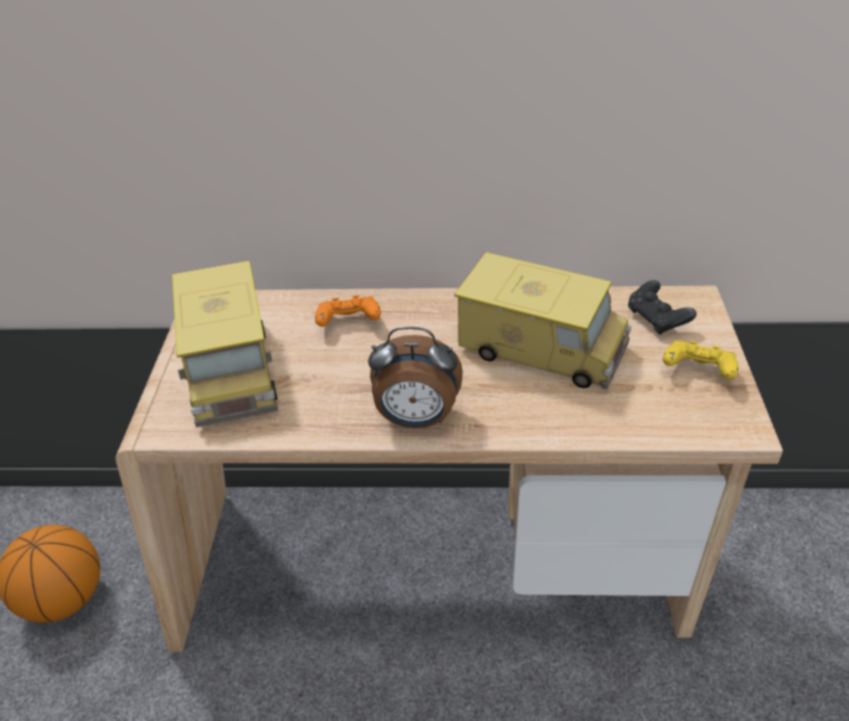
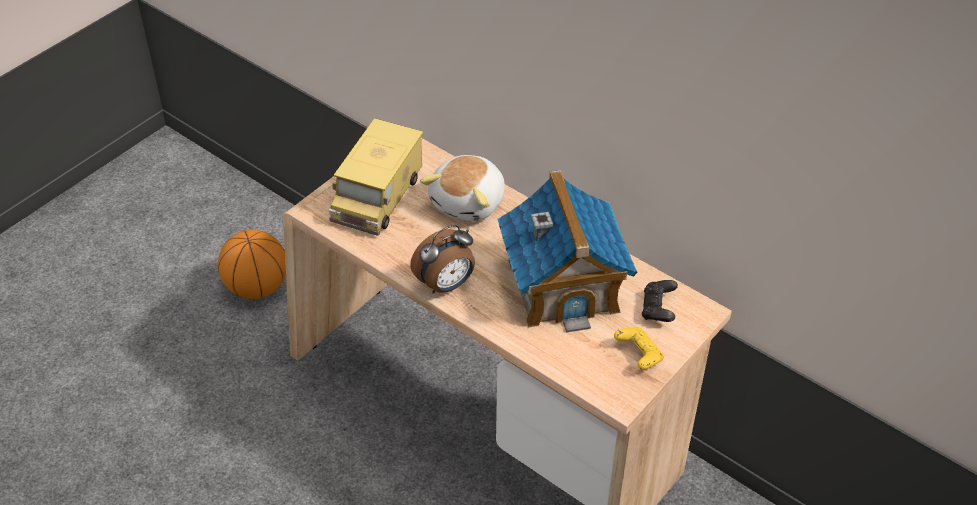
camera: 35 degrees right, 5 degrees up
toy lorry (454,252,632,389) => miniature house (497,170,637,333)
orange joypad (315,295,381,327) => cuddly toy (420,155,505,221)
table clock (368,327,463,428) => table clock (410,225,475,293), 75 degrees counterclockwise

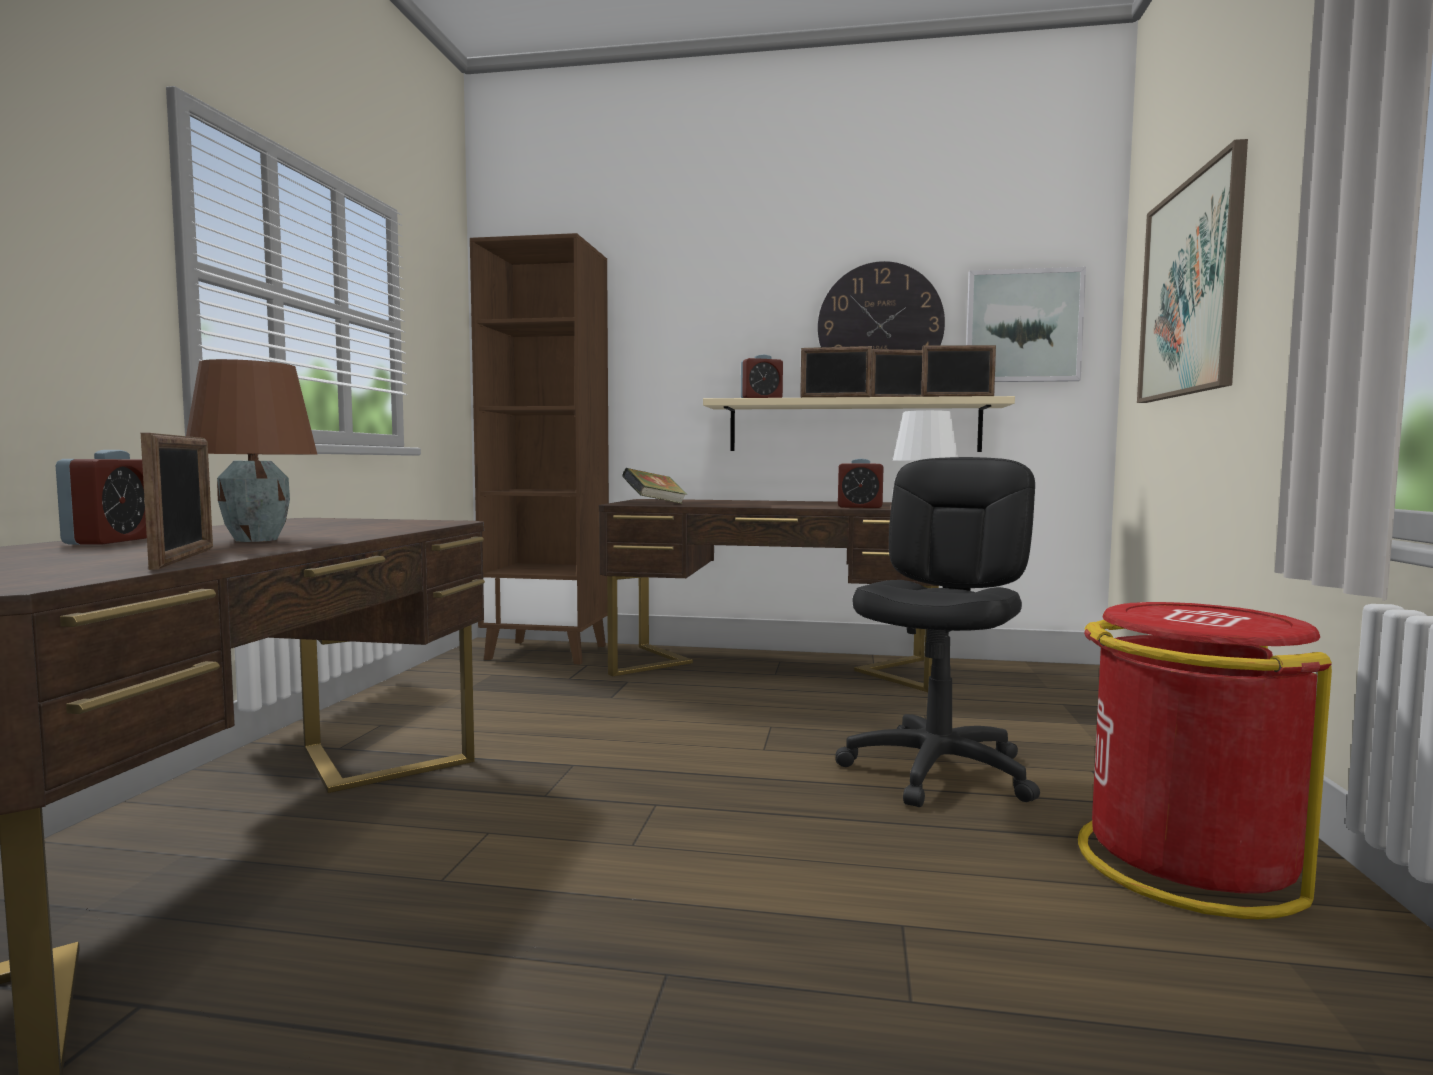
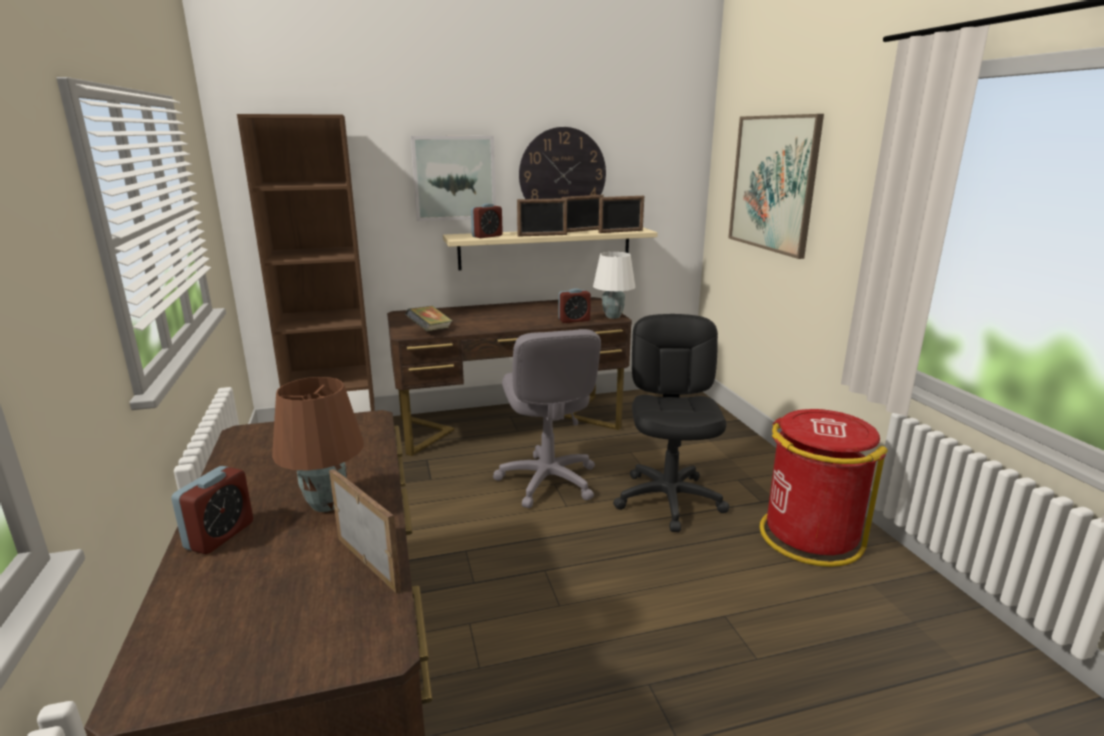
camera: 25 degrees left, 15 degrees up
wall picture (966,267,1086,382) => wall picture (411,136,496,221), relocated
table clock (56,450,147,545) => table clock (171,466,253,554), 45 degrees clockwise
nothing => gray computer chair (493,329,601,508)

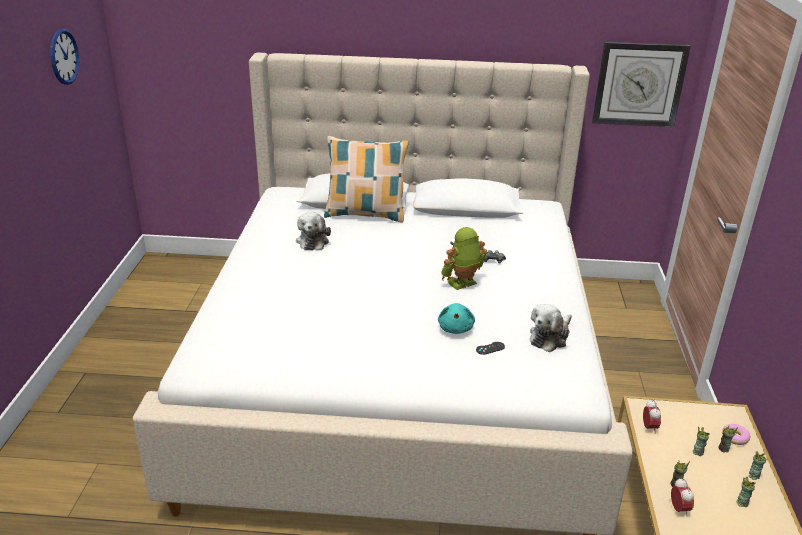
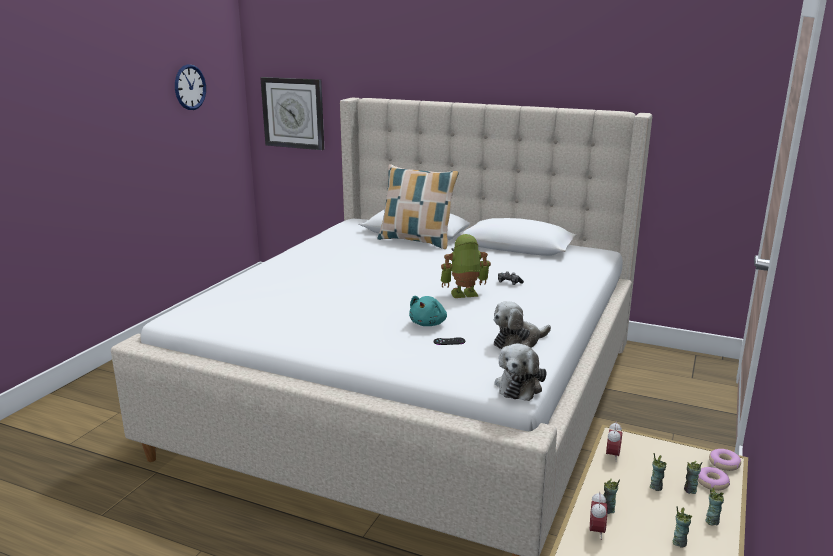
camera: 20 degrees right, 10 degrees down
wall clock (592,42,691,127) => wall clock (260,77,325,150), relocated
cuddly toy (296,212,331,250) => cuddly toy (495,344,547,401), relocated
nothing => donut (709,449,741,471)

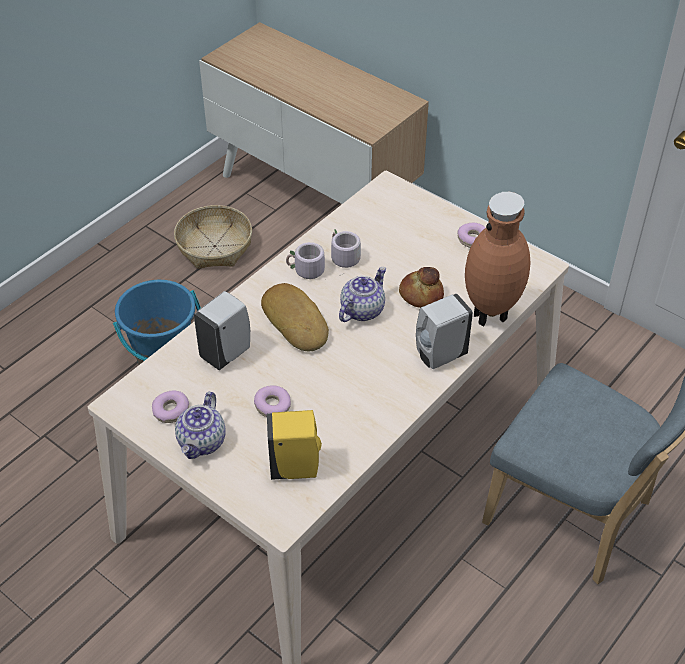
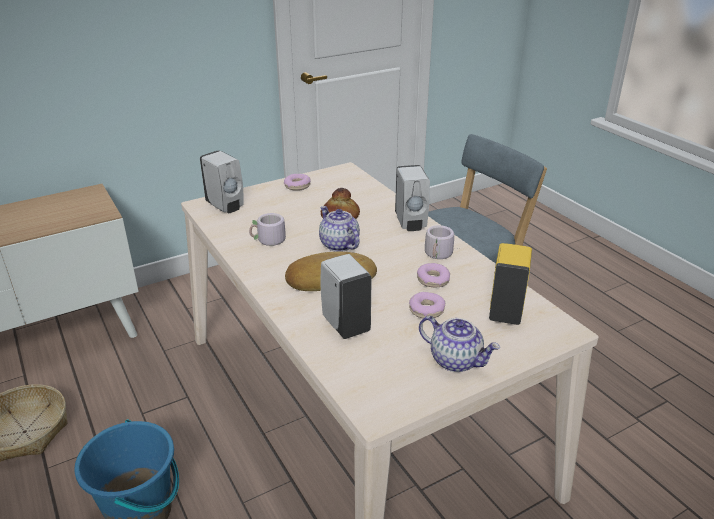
camera: 70 degrees left, 15 degrees down
brown vase (465,192,530,327) => nothing
gray tea mug (286,242,326,284) => gray tea mug (425,225,456,259), relocated
donut (152,391,189,423) => donut (417,263,450,287), relocated
nothing => white-coloured soap bottle (200,150,244,213)

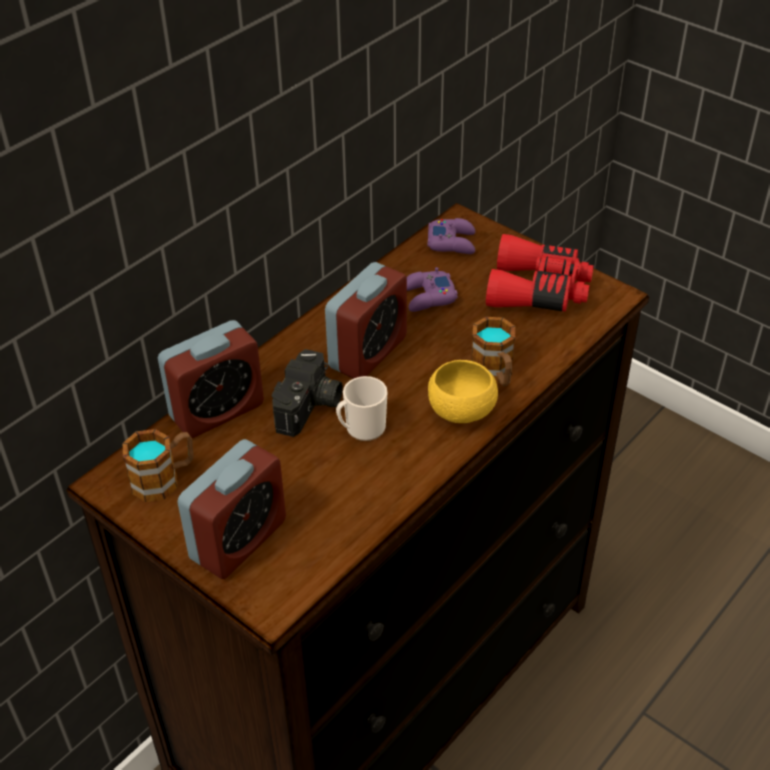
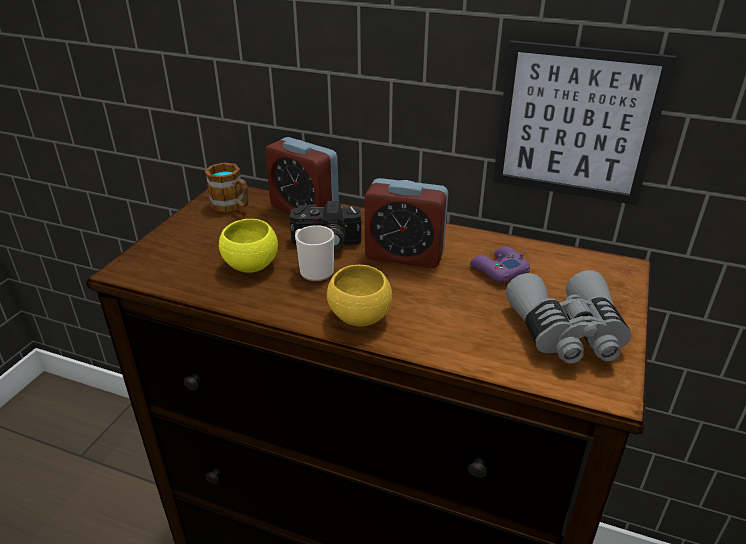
camera: 70 degrees right, 10 degrees down
purple joypad (428,218,475,254) => nothing
red-coloured binoculars (486,234,594,312) => gray binoculars (506,270,632,364)
tea mug (471,317,515,386) => nothing
table clock (177,439,286,579) => nothing
nothing => wall picture (493,40,676,205)
nothing => yellow-coloured deep dish (219,219,278,273)

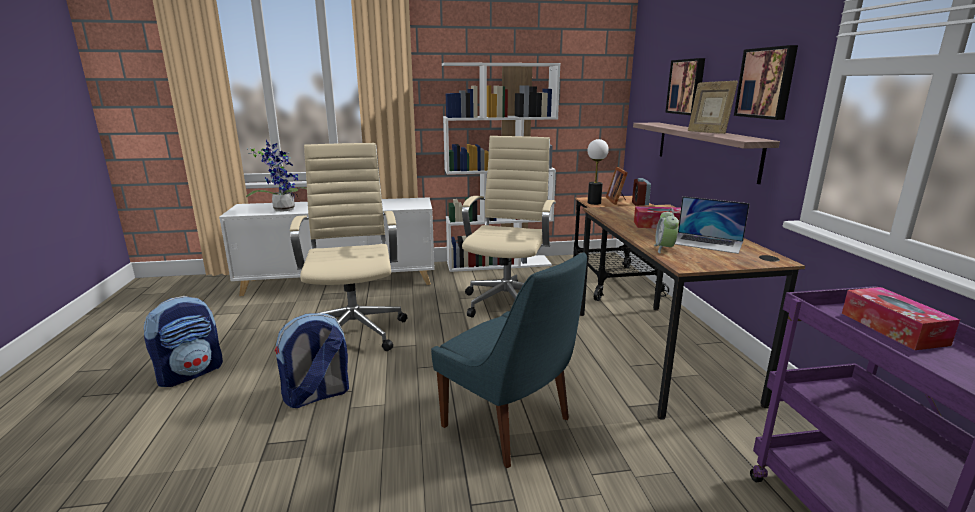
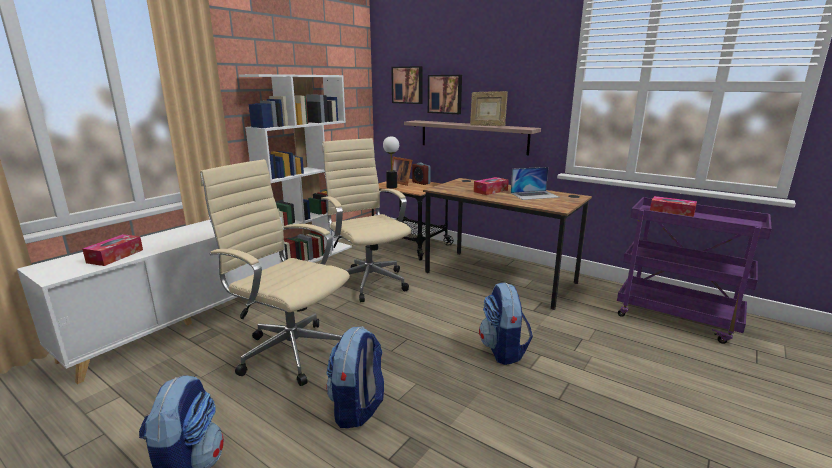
camera: 45 degrees left, 0 degrees up
wall picture (734,45,798,120) => wall picture (391,66,423,104), relocated
potted plant (246,140,307,212) => tissue holder (82,234,143,266)
table clock (654,208,679,253) => nothing
blue upright chair (431,252,587,468) => knapsack (479,282,533,365)

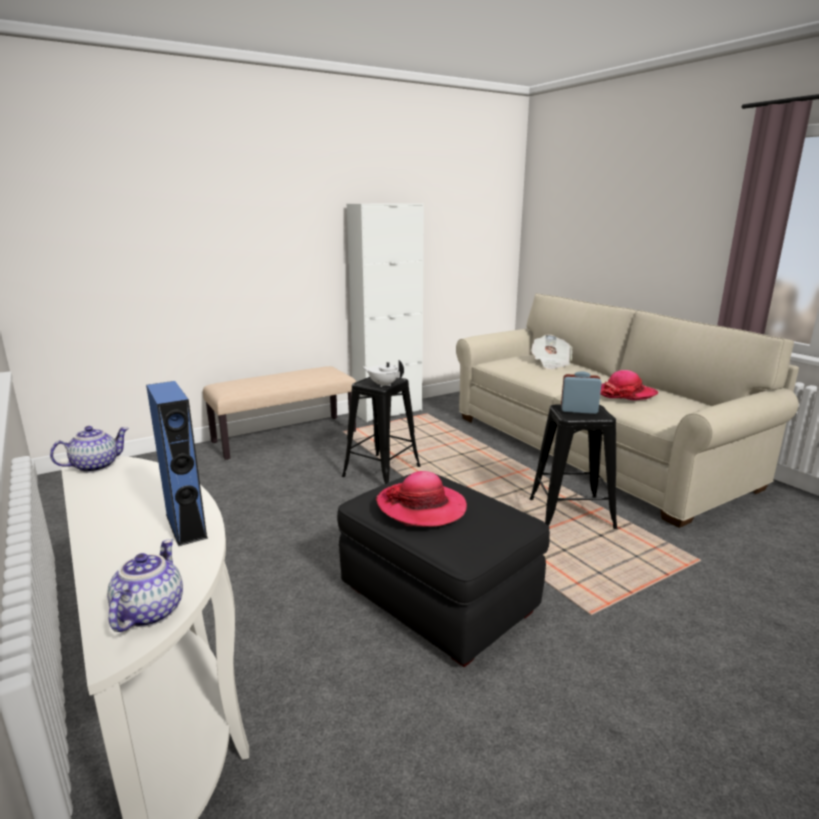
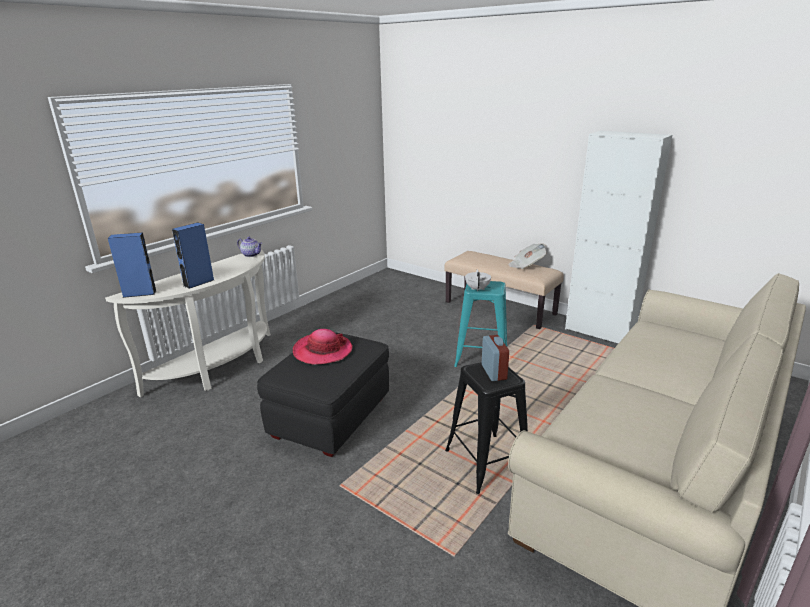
camera: 70 degrees right, 5 degrees up
daily paper (531,335,572,369) => daily paper (508,243,547,269), relocated
clothing hat (600,370,658,400) => nothing
black sitting stool (342,377,421,484) => turquoise sitting stool (454,281,507,367)
pot for tea (107,539,183,632) => blue loudspeaker (108,233,157,298)

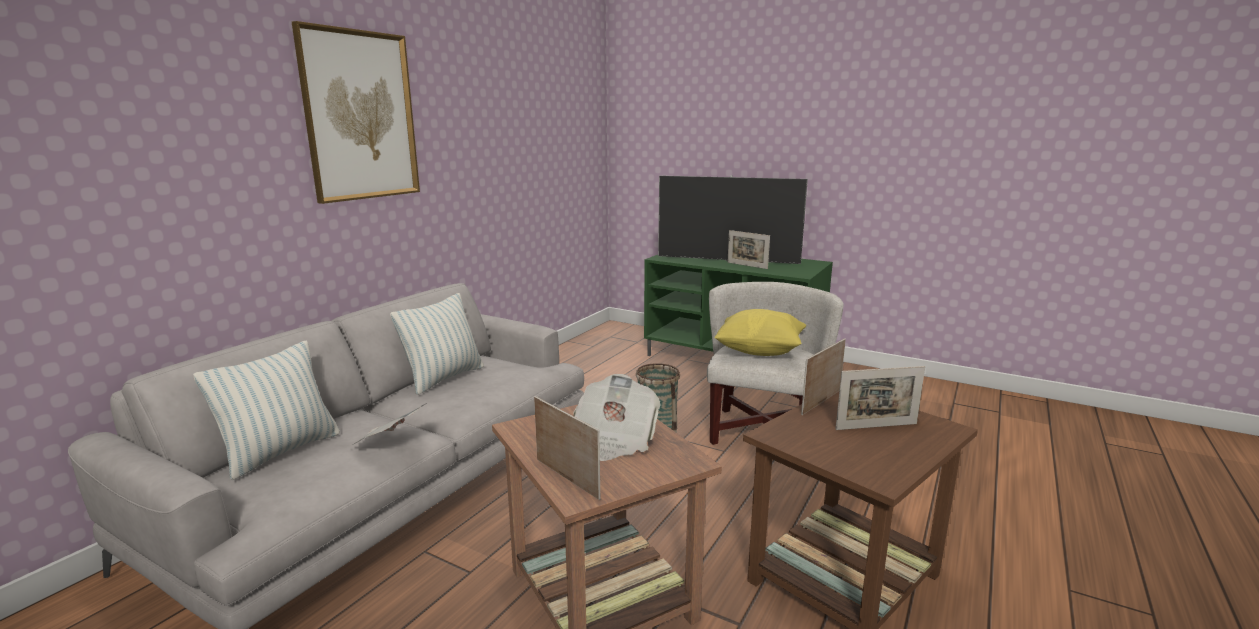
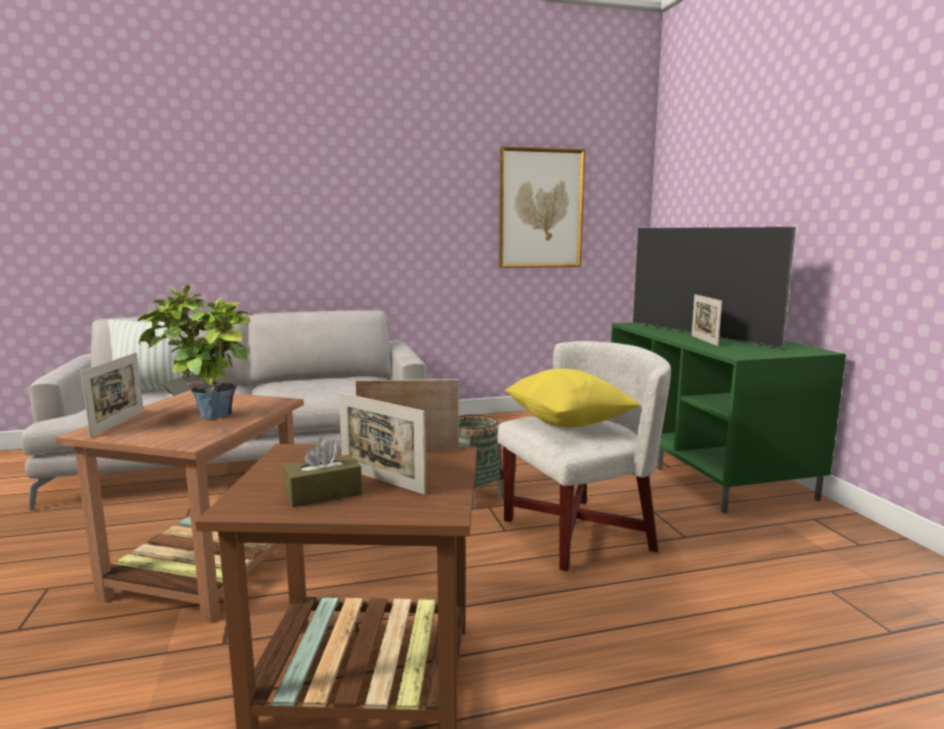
camera: 45 degrees right, 5 degrees down
wall picture (292,21,420,204) => wall picture (499,146,585,268), relocated
throw pillow (390,293,484,395) => nothing
daily paper (573,374,661,461) => potted plant (138,284,254,419)
nothing => brown tissue holder (283,438,362,507)

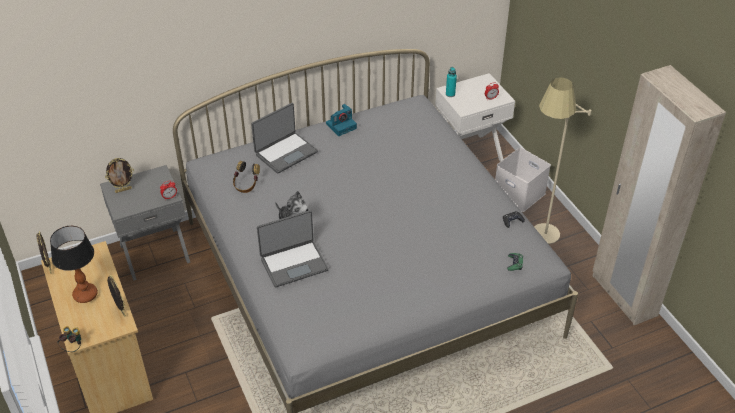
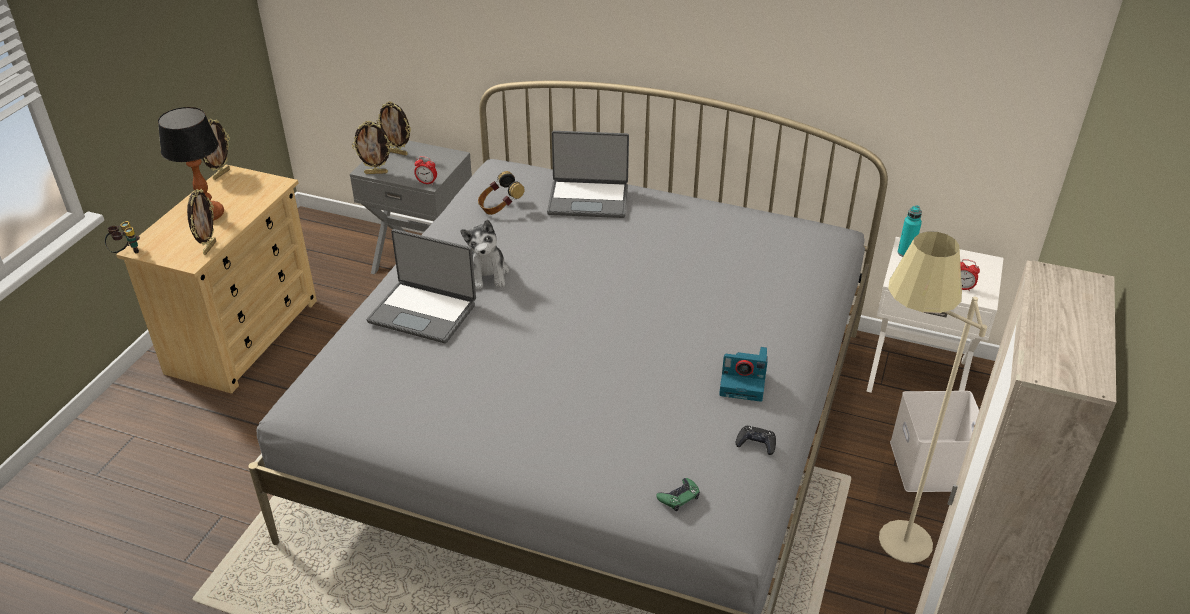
camera: 45 degrees right, 5 degrees down
still camera (326,104,357,136) => still camera (719,347,768,402), relocated
nothing => picture frame (352,120,392,174)

